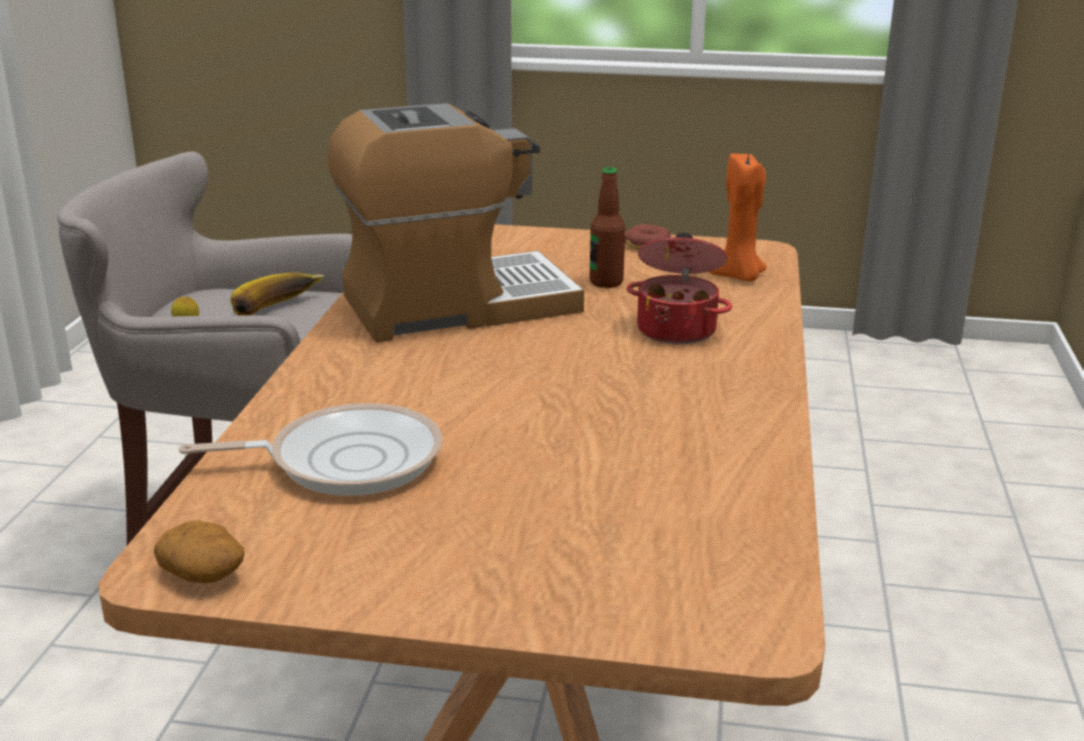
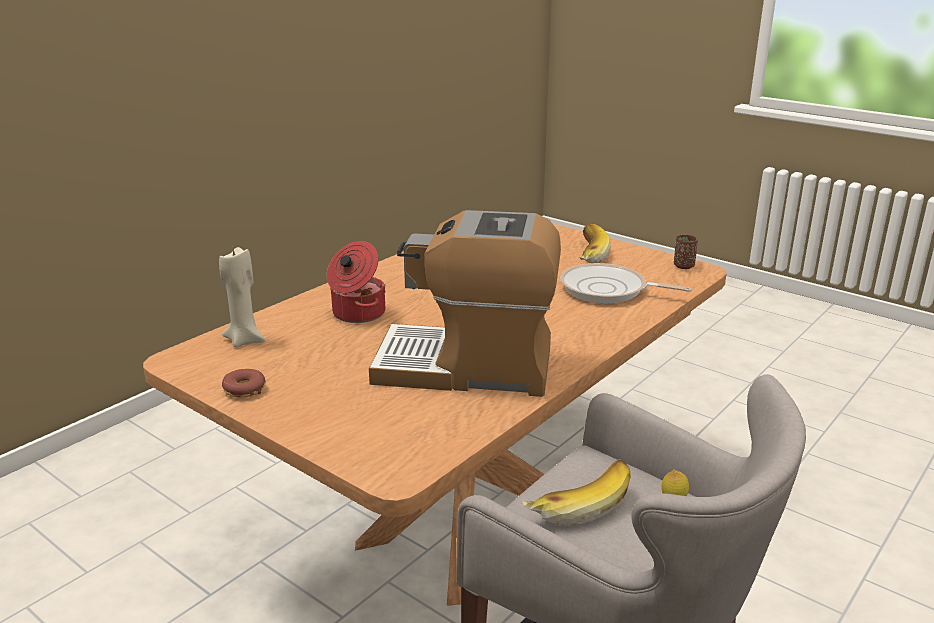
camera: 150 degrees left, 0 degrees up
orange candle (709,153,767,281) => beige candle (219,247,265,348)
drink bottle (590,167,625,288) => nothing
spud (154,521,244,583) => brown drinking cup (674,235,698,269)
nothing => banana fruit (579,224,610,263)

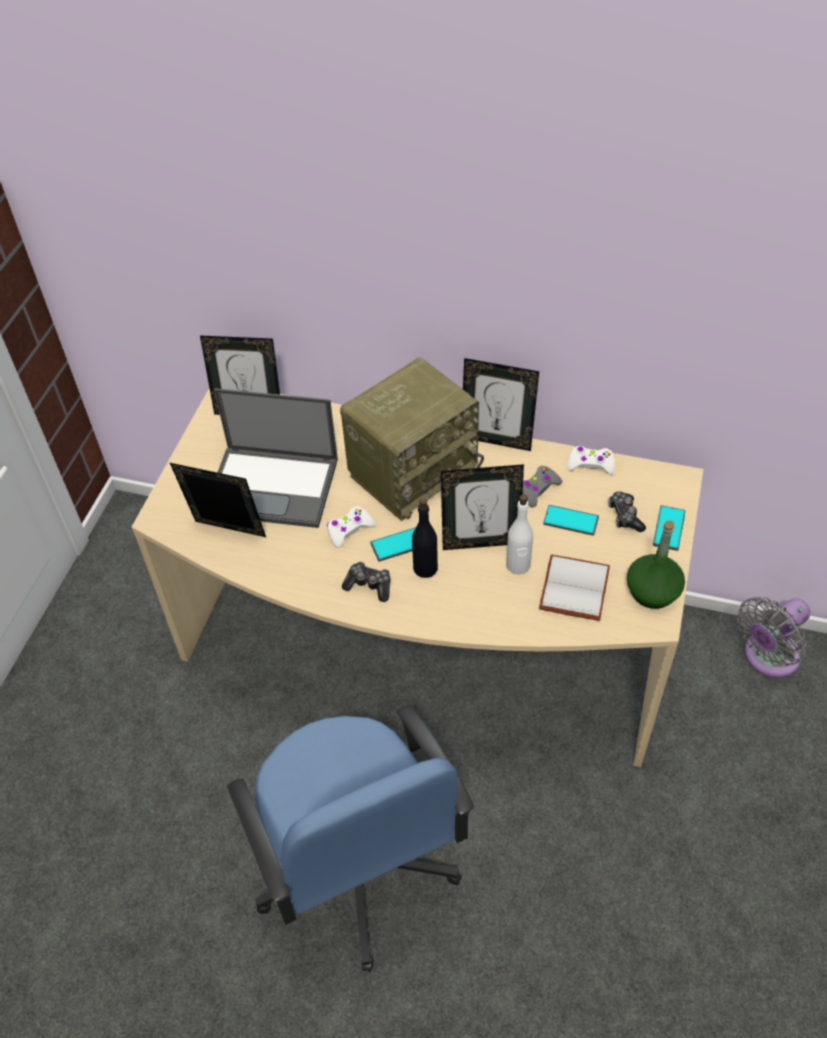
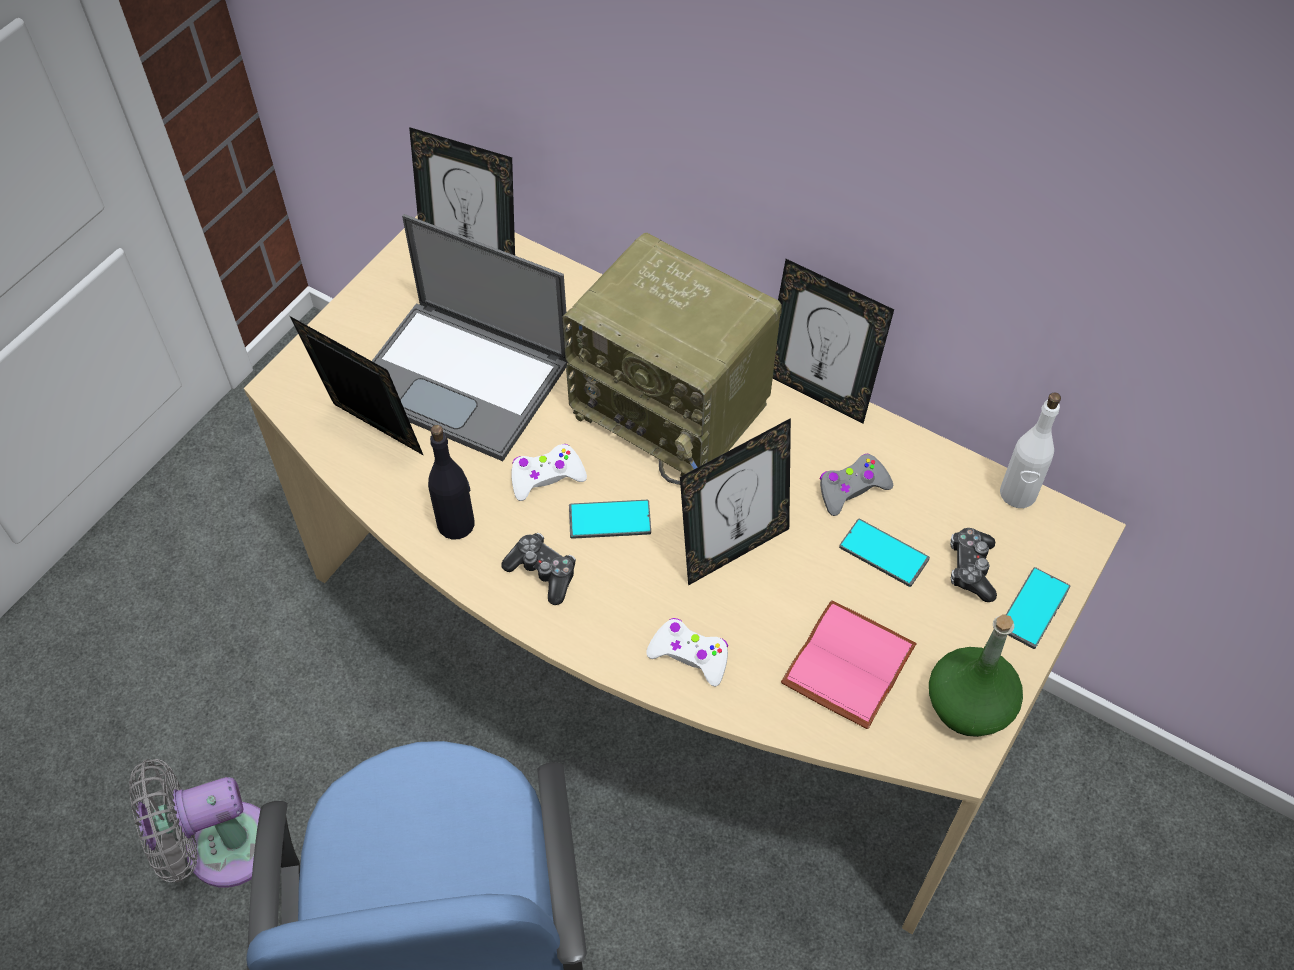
camera: 15 degrees right, 5 degrees up
radio receiver (340,358,484,521) => radio receiver (562,233,782,485), 60 degrees clockwise
white-coloured joypad (567,446,615,475) => white-coloured joypad (646,618,728,687), relocated
picture frame (441,464,524,550) => picture frame (680,418,791,586), 45 degrees counterclockwise
white-coloured drink bottle (506,494,533,575) => white-coloured drink bottle (1000,392,1061,508), relocated
black drink bottle (412,498,438,578) => black drink bottle (428,425,474,539), relocated
white-coloured book (539,554,610,621) => pinkish book (781,600,917,729)
gray fan (737,597,811,678) => gray fan (129,759,260,887), relocated

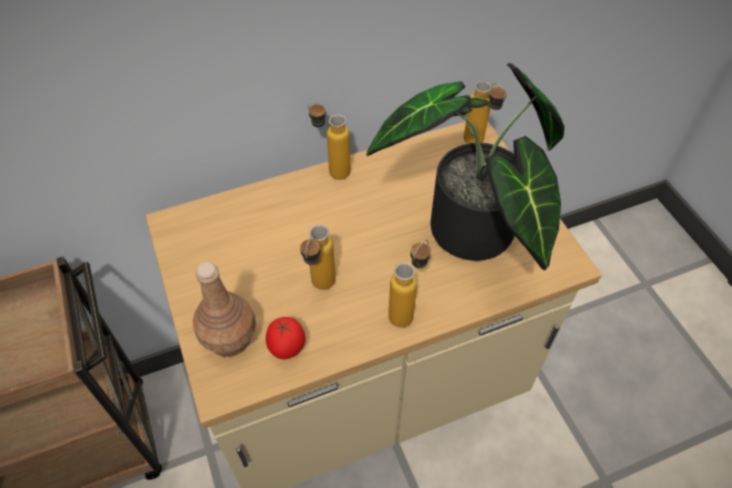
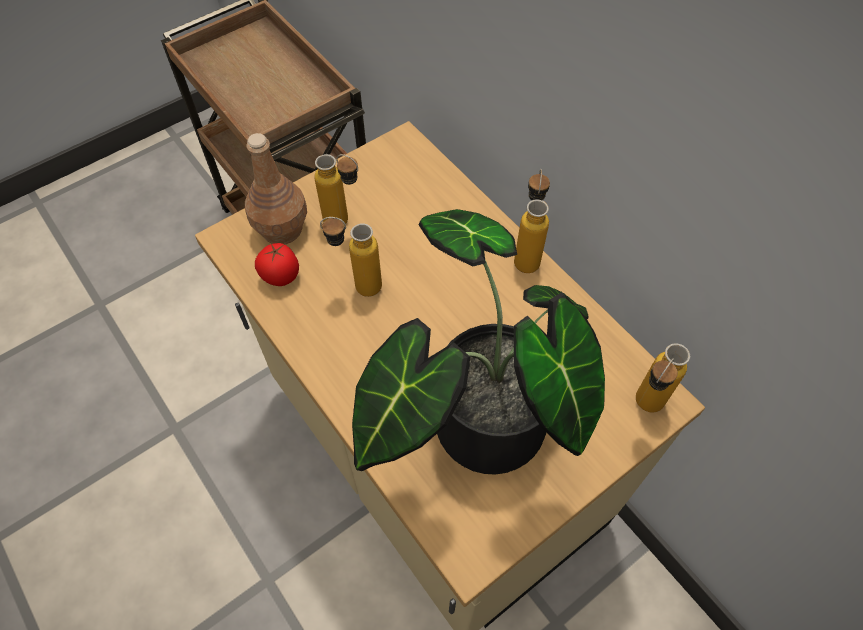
camera: 75 degrees right, 5 degrees up
drink bottle (388,240,431,327) => drink bottle (314,154,358,224), relocated

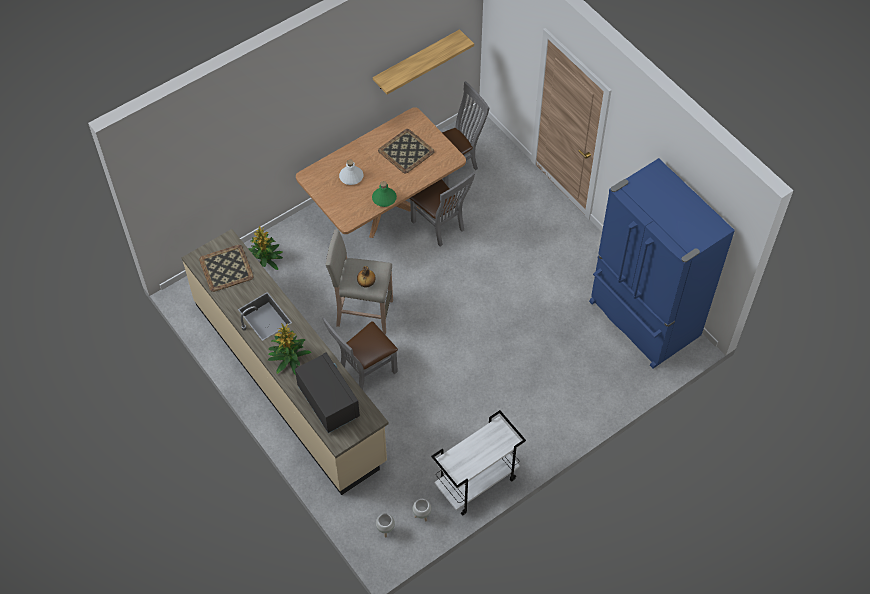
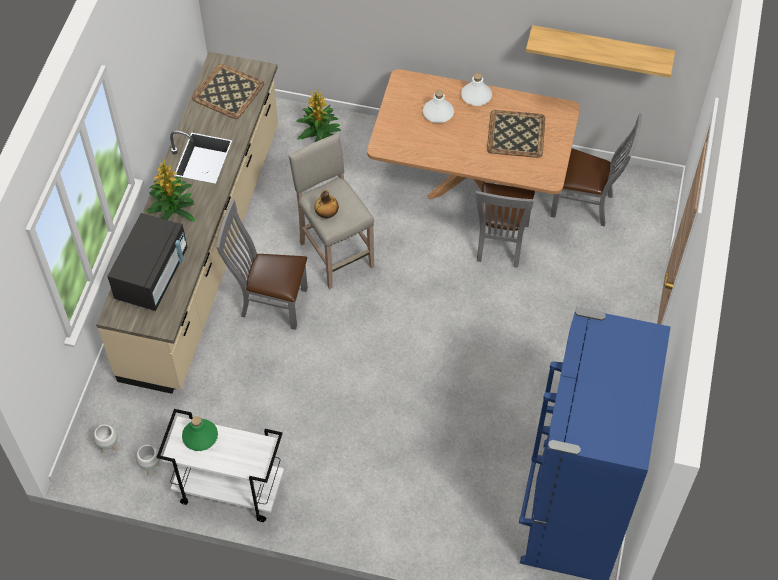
camera: 50 degrees right, 0 degrees up
green-coloured drink bottle (372,181,397,207) => green-coloured drink bottle (182,416,218,451), relocated
nothing => white-coloured drink bottle (461,73,492,106)

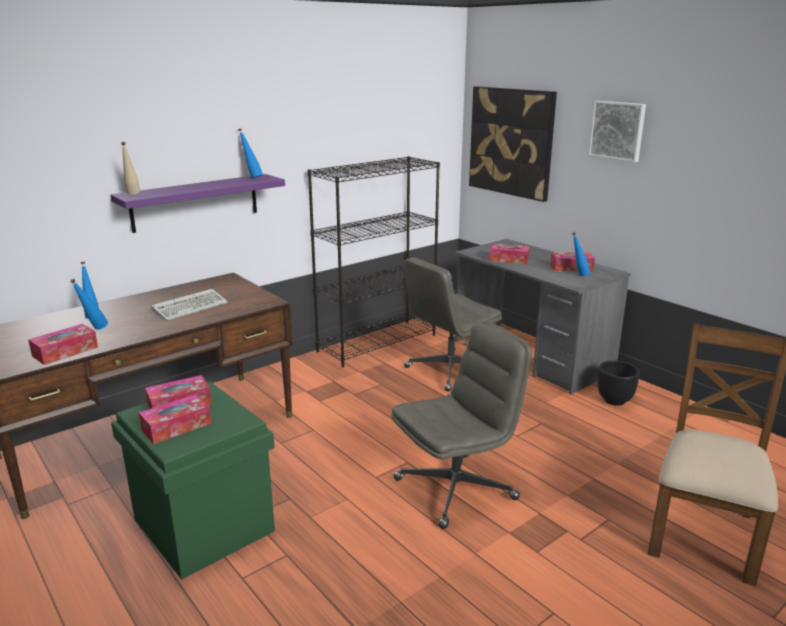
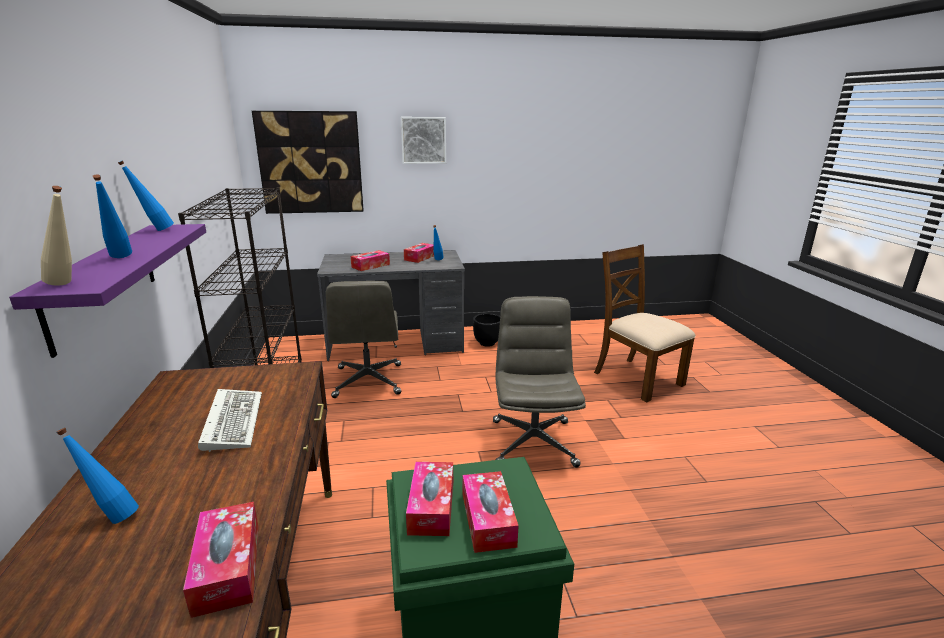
camera: 60 degrees left, 0 degrees up
blue drink bottle (70,279,108,330) => blue drink bottle (93,174,132,258), relocated

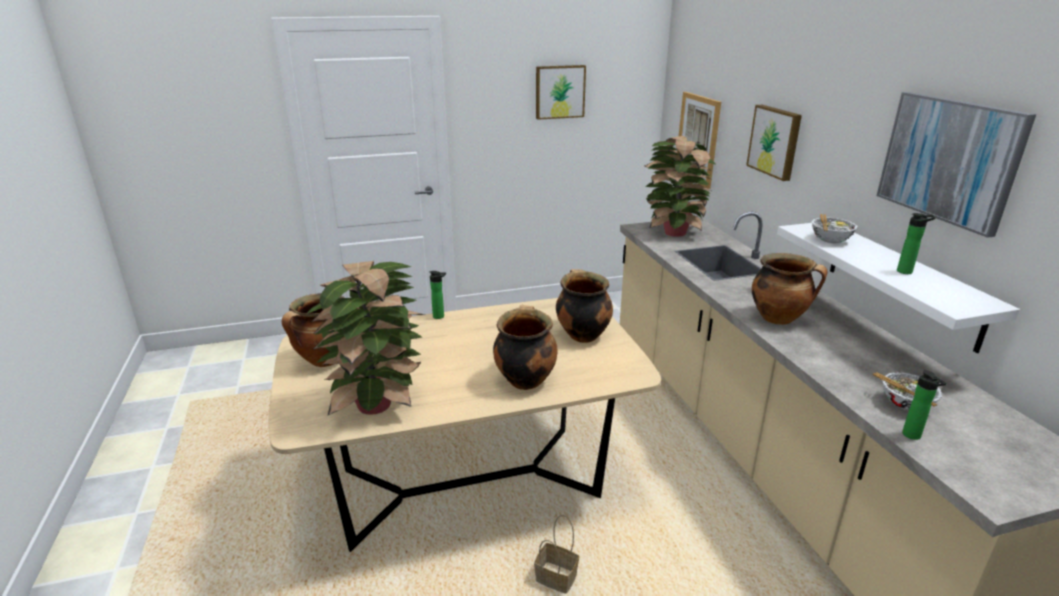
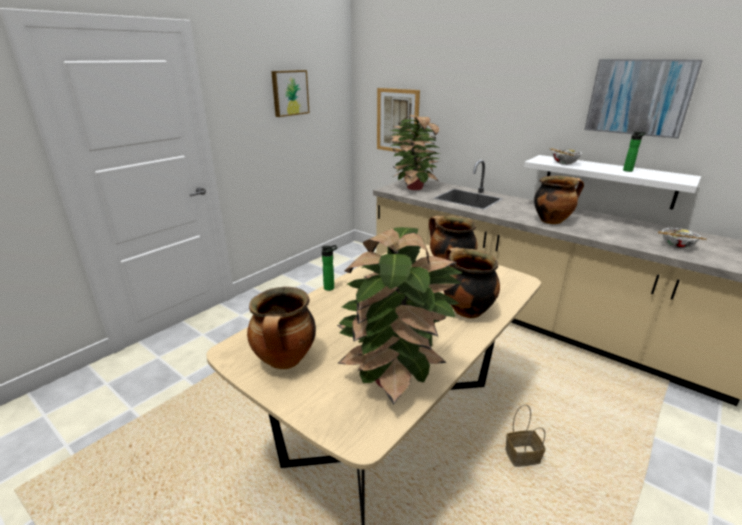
camera: 35 degrees left, 0 degrees up
wall picture (746,105,802,181) => nothing
drink bottle (902,370,947,440) => nothing

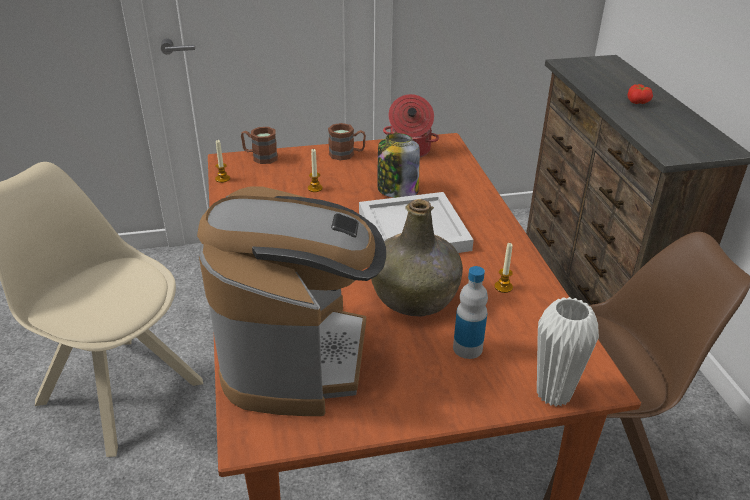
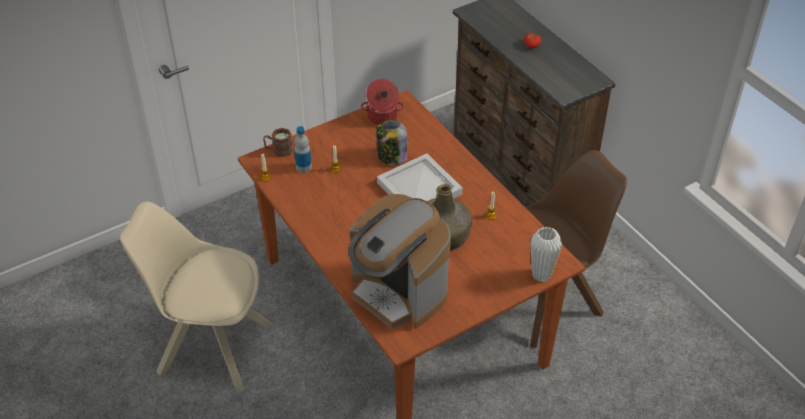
camera: 20 degrees left, 10 degrees up
brown tea mug (328,123,366,161) => nothing
coffee machine (197,187,386,416) => coffee machine (348,194,451,329), 150 degrees clockwise
drink bottle (453,266,488,359) => drink bottle (294,126,312,173), relocated

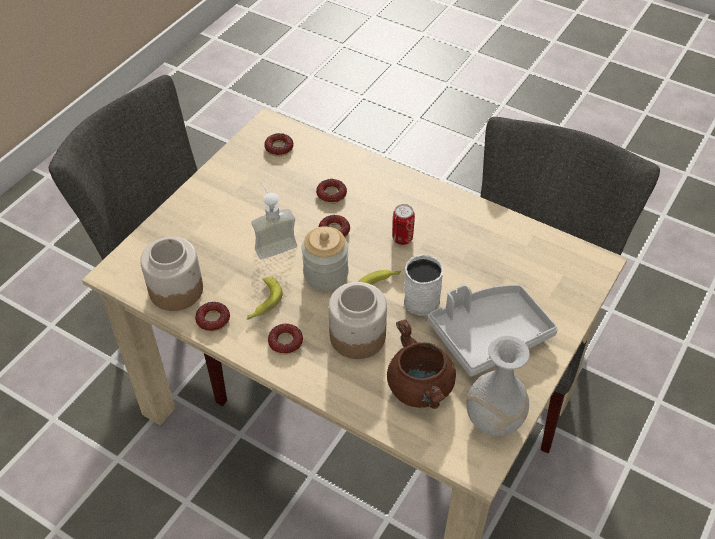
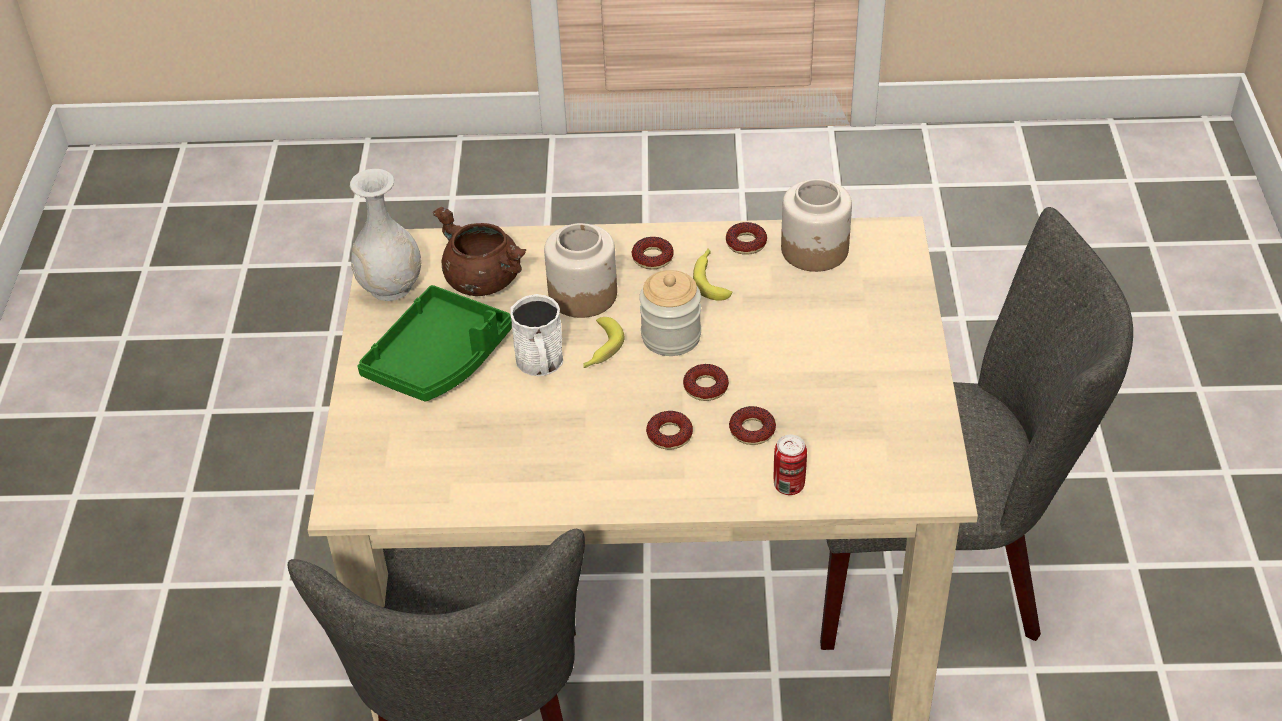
camera: 150 degrees right, 5 degrees down
donut (264,133,293,156) => donut (646,411,693,450), relocated
soap bottle (251,181,297,260) => nothing
sealed can (392,204,415,245) => sealed can (774,435,807,495), relocated
gray serving tray (428,284,558,377) => green-coloured serving tray (357,285,512,402)

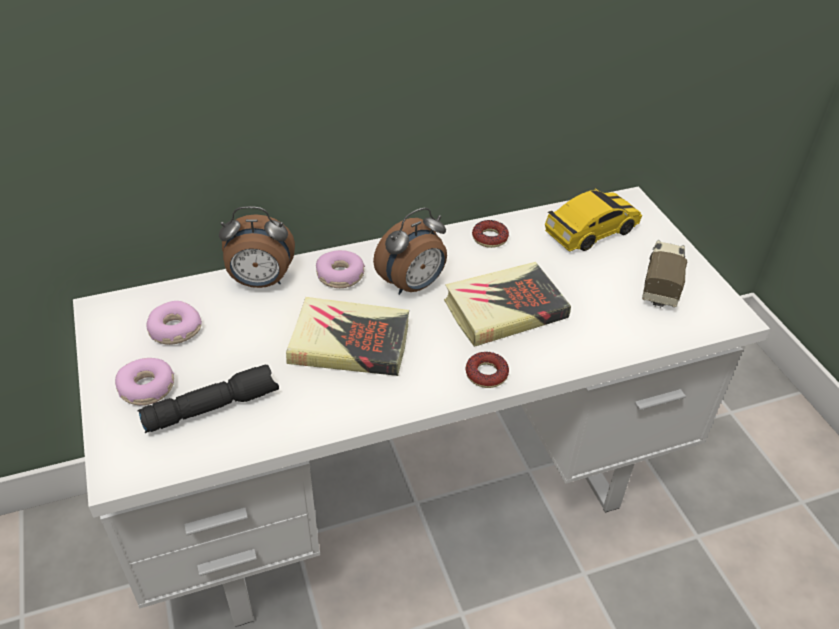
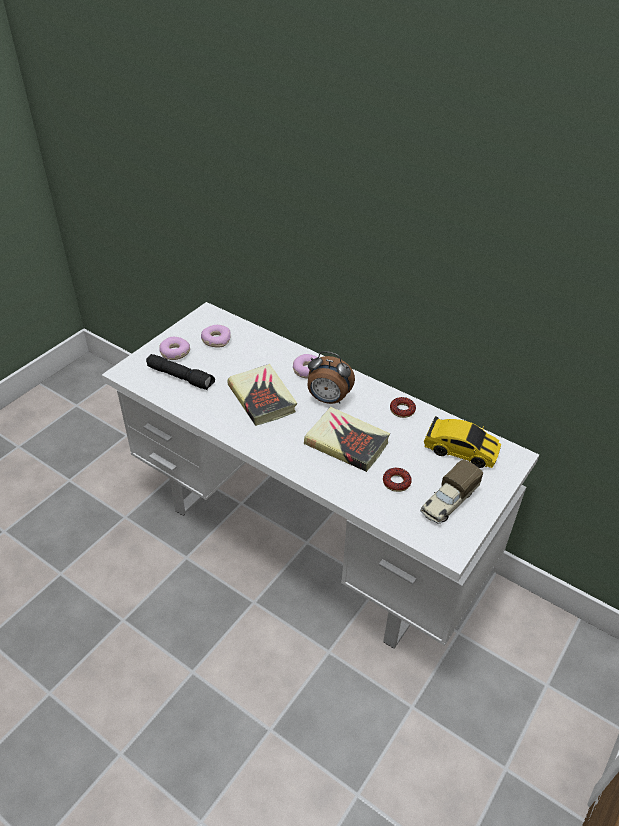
camera: 55 degrees right, 0 degrees up
table clock (219,206,295,288) => nothing
toy lorry (642,240,687,308) => toy lorry (420,459,483,524), 150 degrees clockwise
donut (465,352,509,388) => donut (383,468,412,492), relocated

